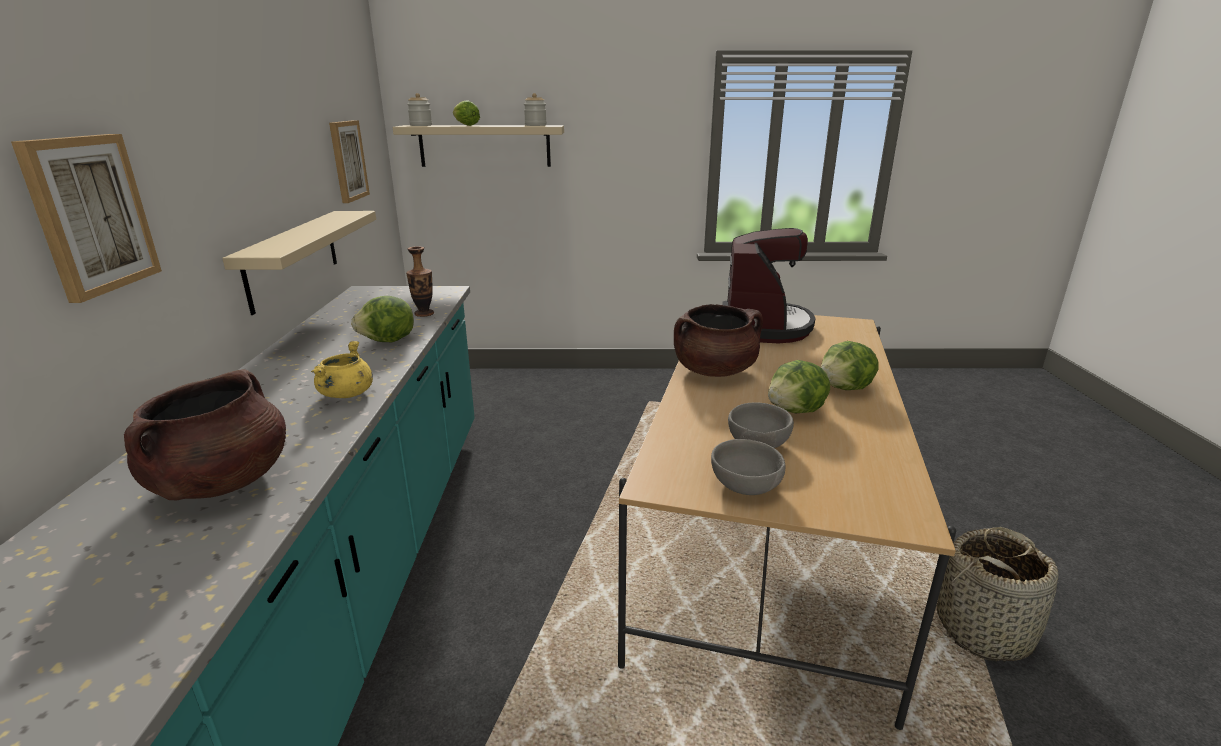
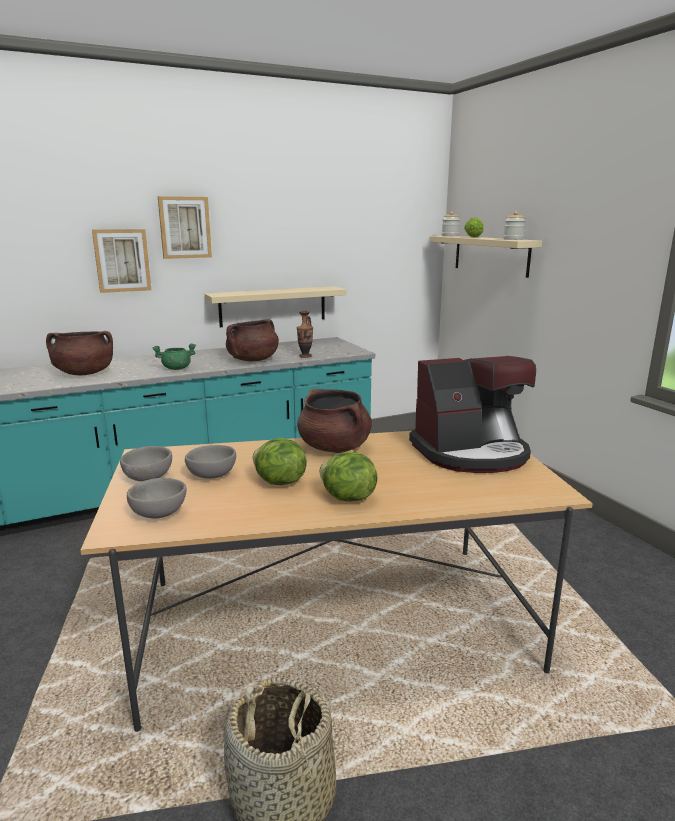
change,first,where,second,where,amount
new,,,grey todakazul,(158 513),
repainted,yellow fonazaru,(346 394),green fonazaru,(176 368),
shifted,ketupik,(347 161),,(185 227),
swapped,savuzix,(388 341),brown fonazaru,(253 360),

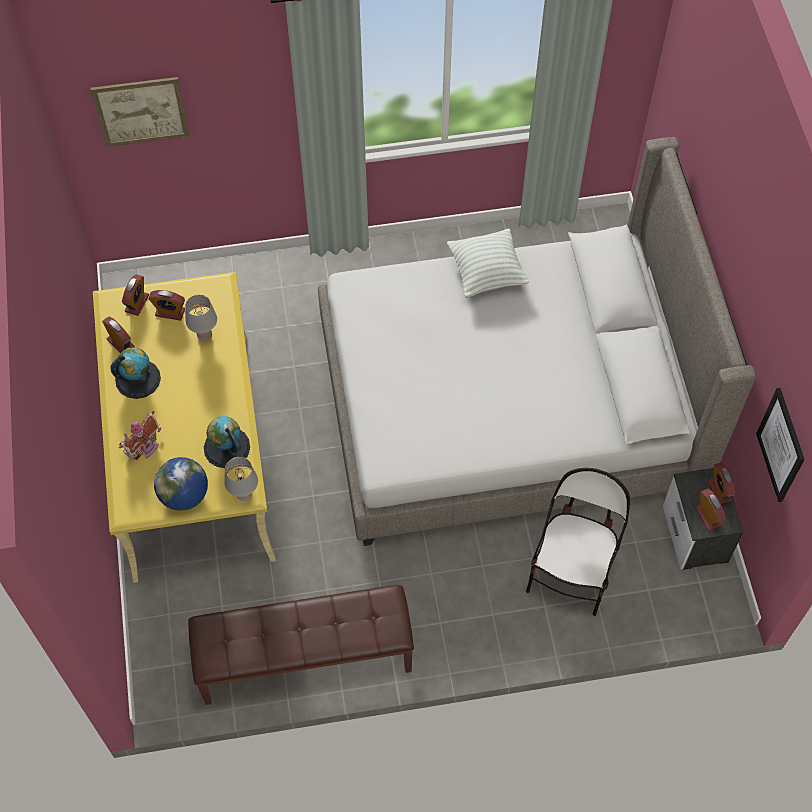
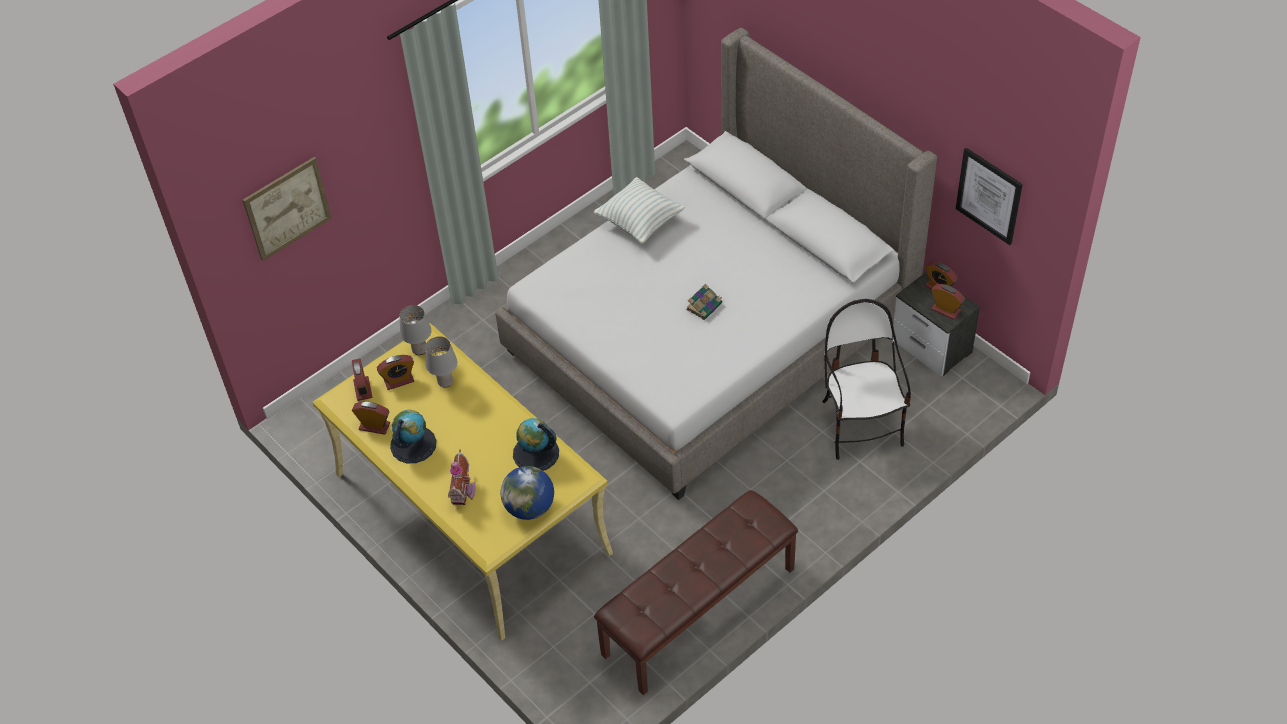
change,first,where,second,where,amount
shifted,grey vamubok,(244 495),,(420 350),
new,,,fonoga,(704 306),

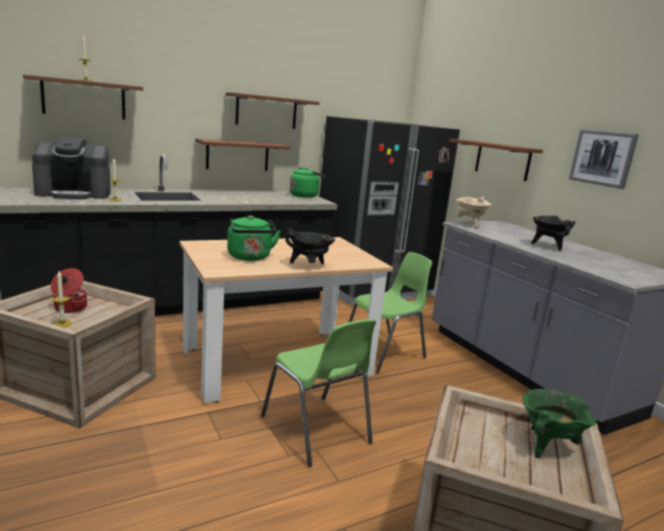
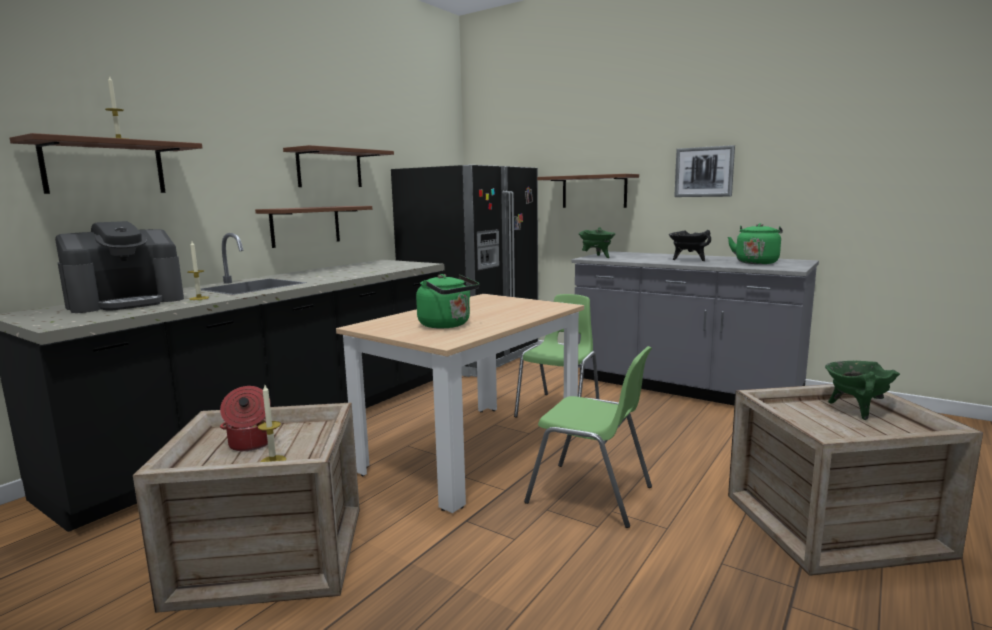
change,first,where,second,where,amount
repainted,beige fonazaru,(470 224),green fonazaru,(597 257),
shifted,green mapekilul,(305 196),,(756 262),
gone,black fonazaru,(309 266),,,

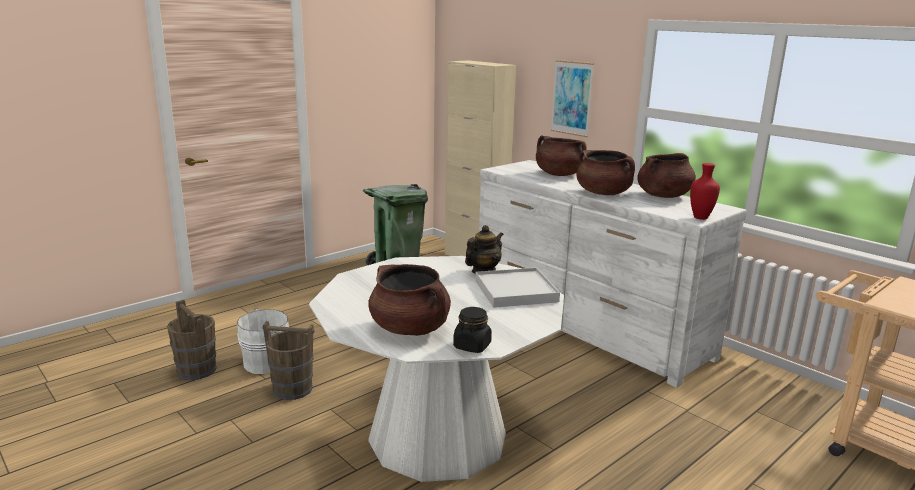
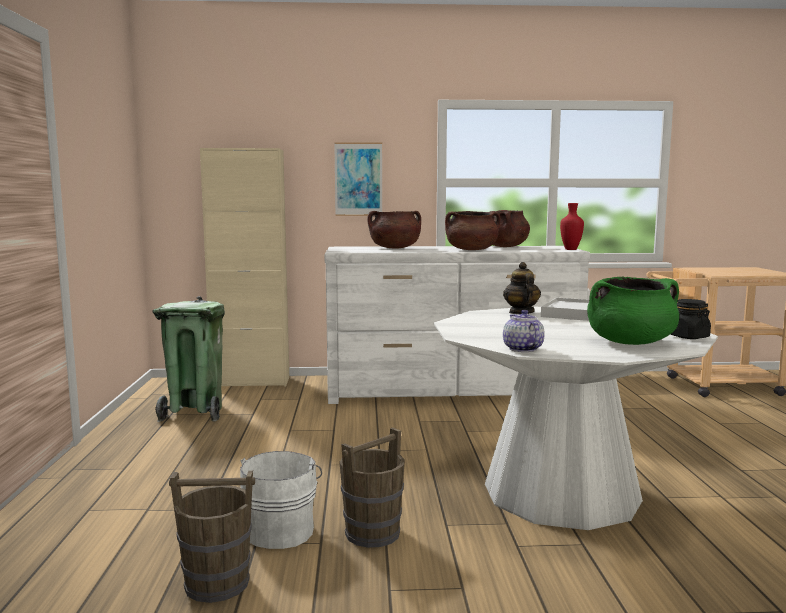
change,first,where,second,where,amount
new,,,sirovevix,(522 349),
repainted,brown fonazaru,(410 328),green fonazaru,(630 342),

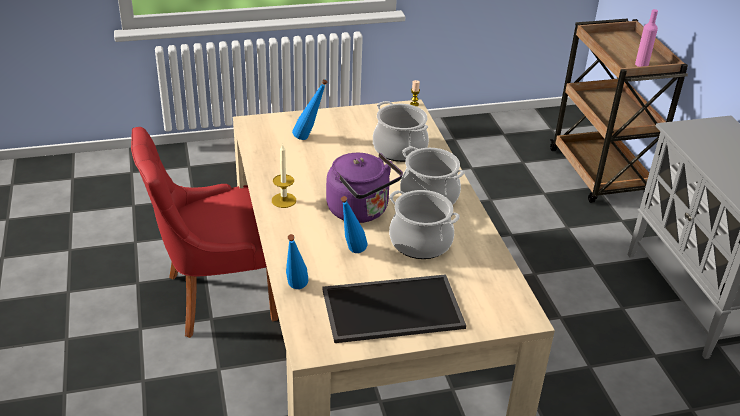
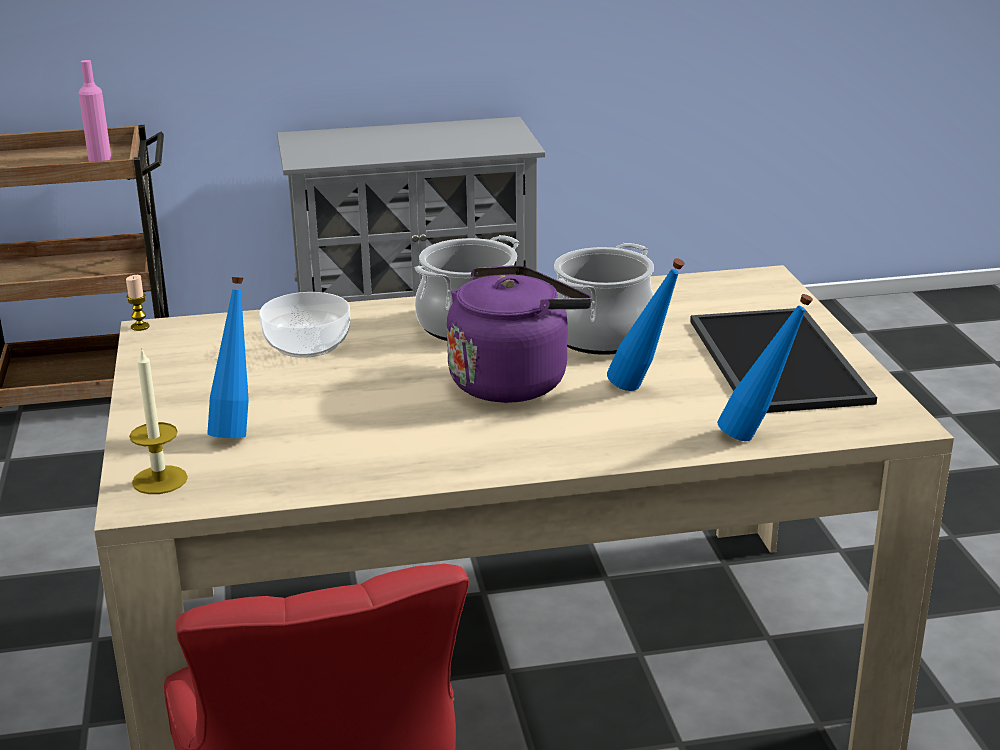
change,first,where,second,where,amount
shifted,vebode,(284 200),,(160 480),
swapped,fonazaru,(400 149),todakazul,(307 343),

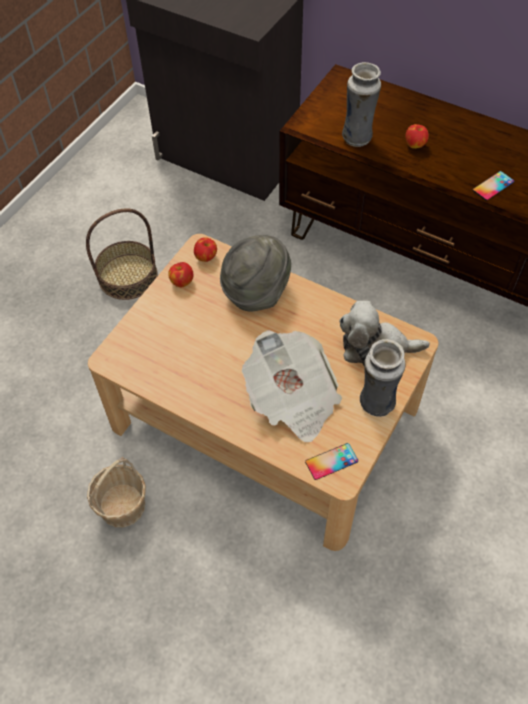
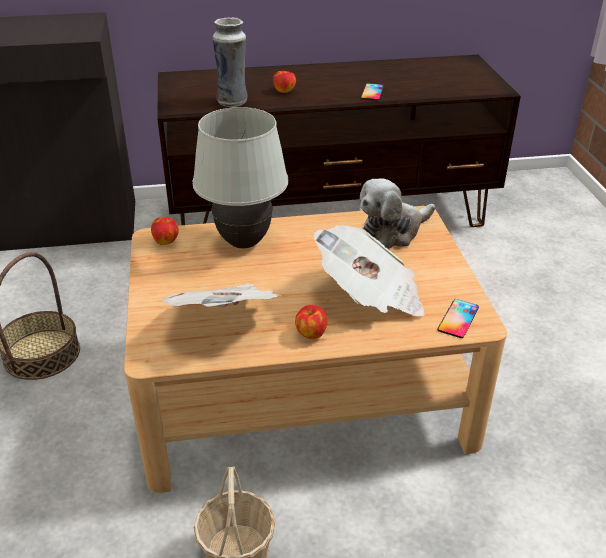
change,first,where,second,where,amount
new,,,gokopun,(226 320),
swapped,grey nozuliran,(256 291),white vamubok,(244 243),
shifted,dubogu,(182 282),,(311 334),
gone,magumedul,(376 404),,,

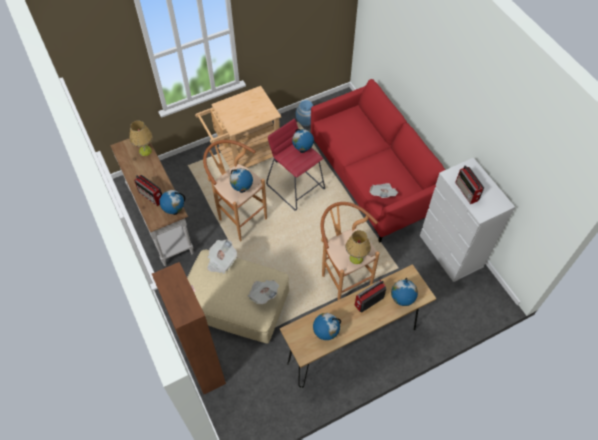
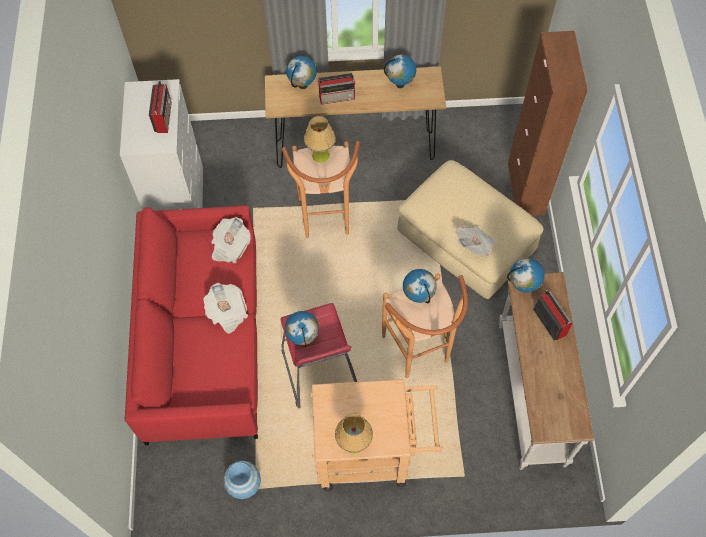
change,first,where,second,where,amount
shifted,gokopun,(263 294),,(227 313),
shifted,vamubok,(145 150),,(354 444),

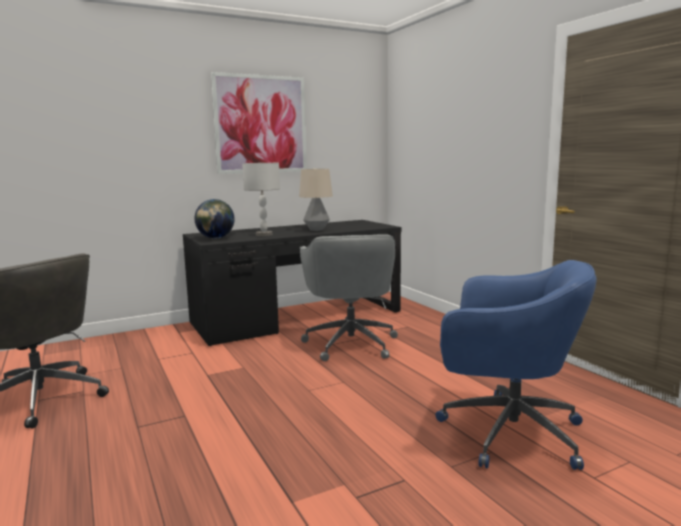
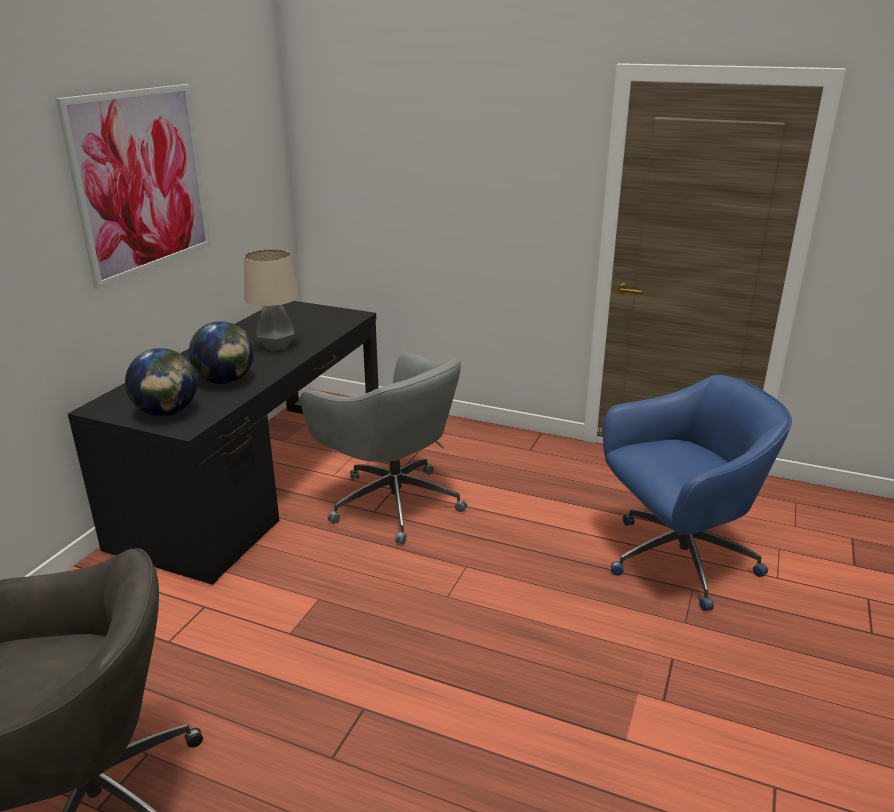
change,first,where,second,where,amount
swapped,grey vamubok,(264 234),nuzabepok,(225 381),

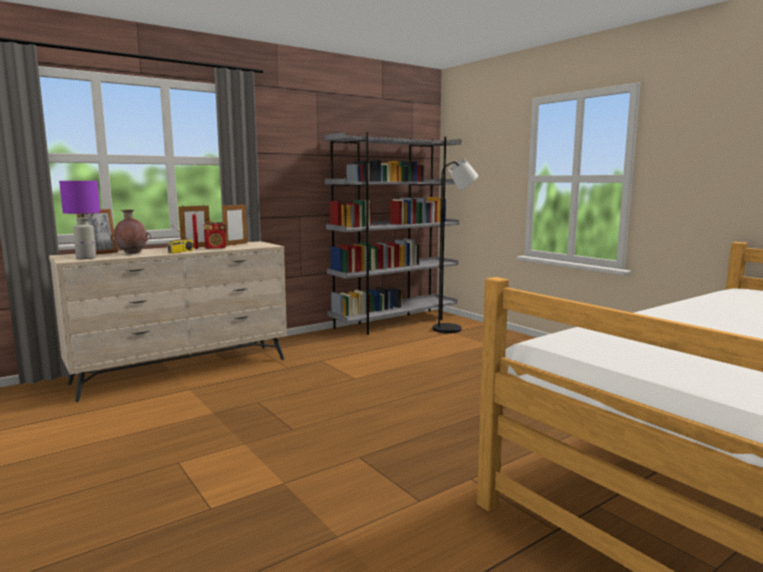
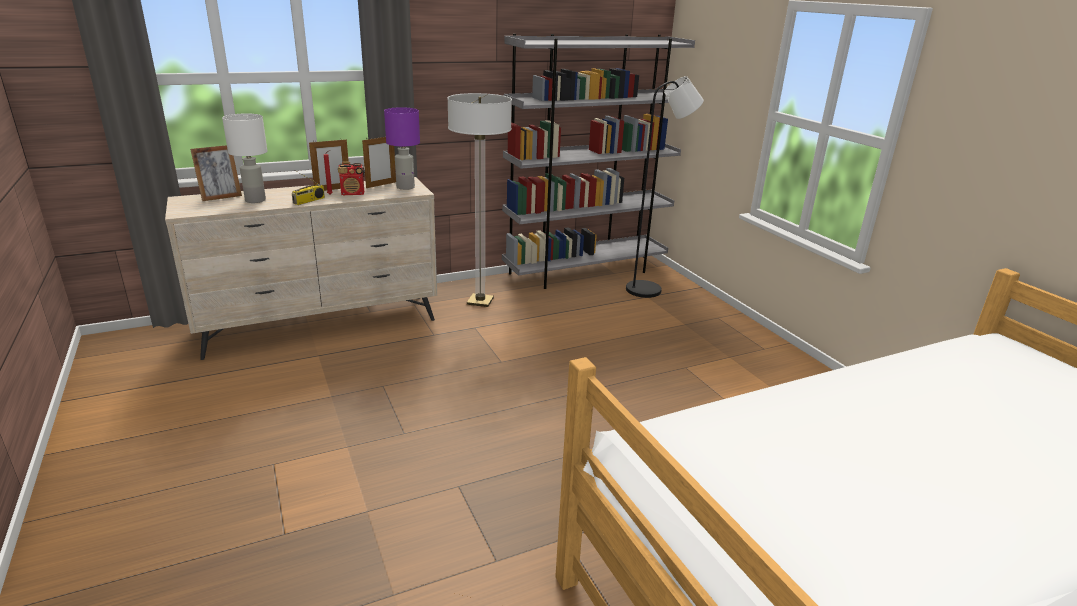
change,first,where,second,where,amount
swapped,brown magumedul,(132 253),white vamubok,(255 200),
shifted,purple vamubok,(87 258),,(406 187),
new,,,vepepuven,(480 301),

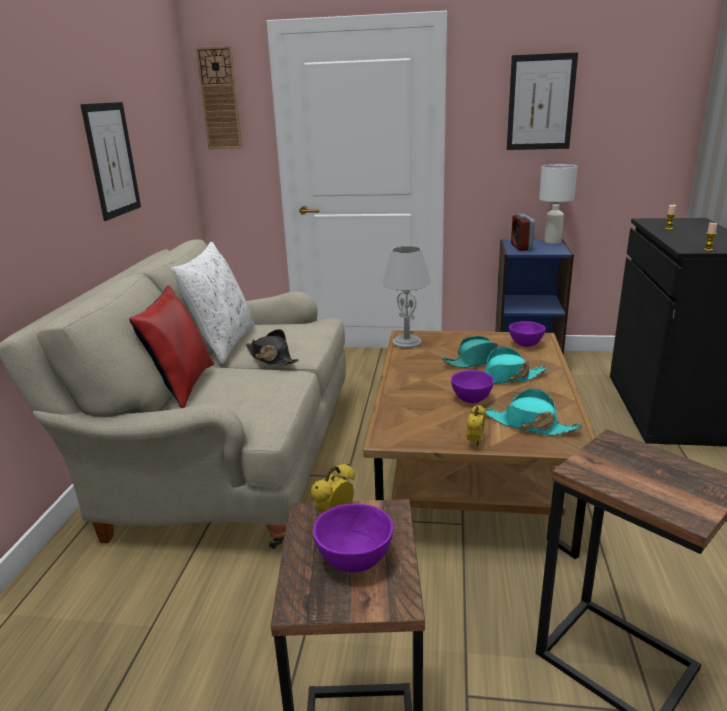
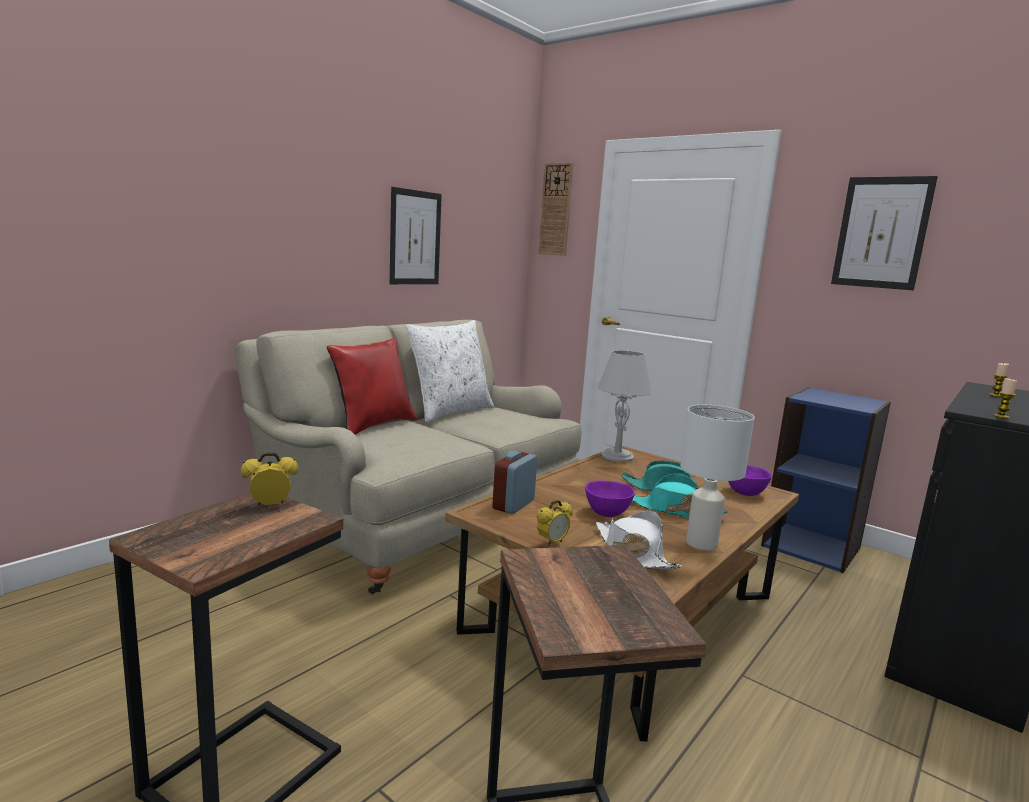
change,first,where,second,where,amount
shifted,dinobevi,(521 247),,(513 504),
repainted,turquoise nozuliran,(530 425),white nozuliran,(633 551),
shifted,white vamubok,(553 241),,(702 544),
gone,black nozuliran,(271 358),,,
gone,purple todakazul,(353 560),,,

